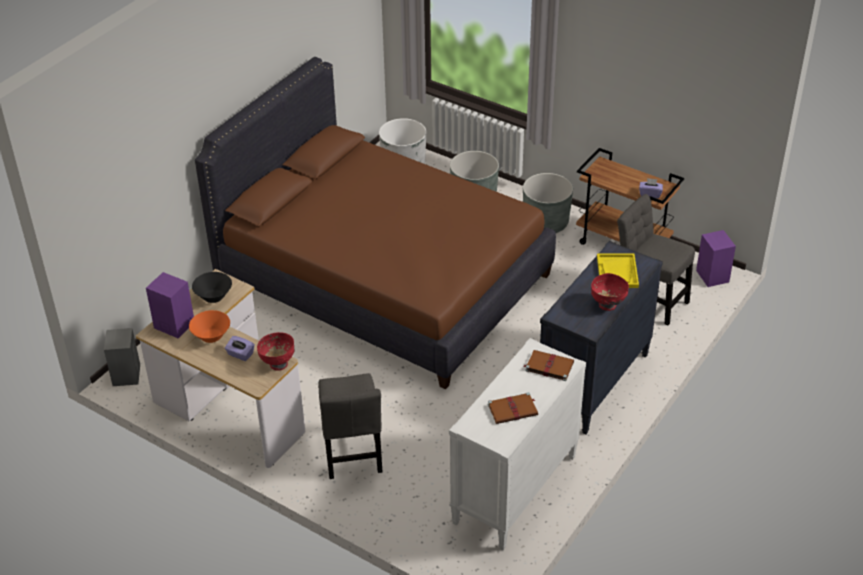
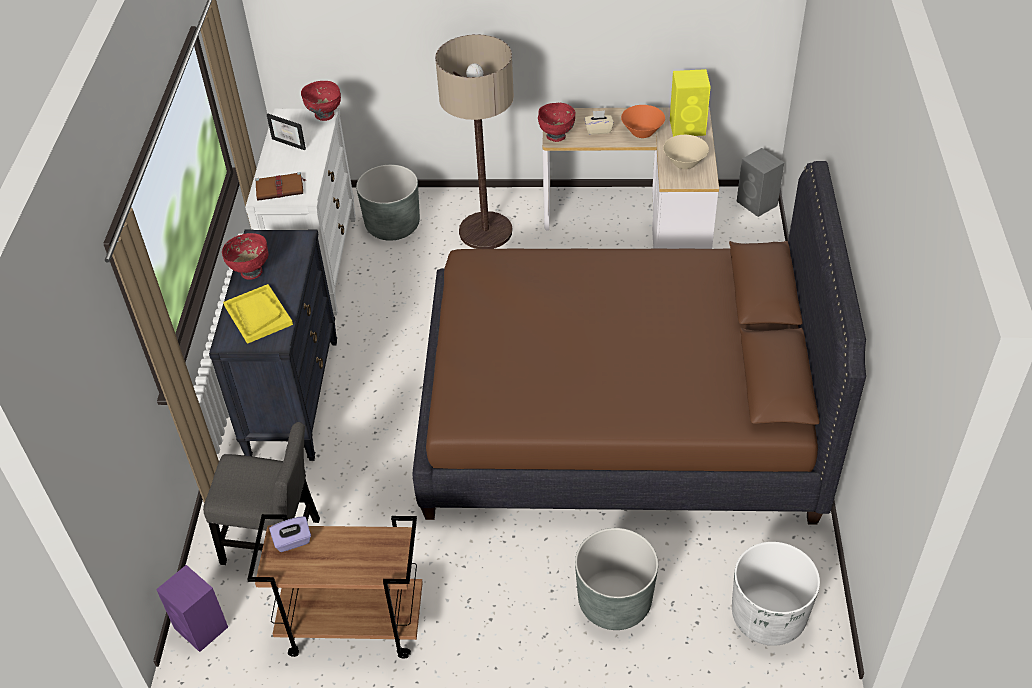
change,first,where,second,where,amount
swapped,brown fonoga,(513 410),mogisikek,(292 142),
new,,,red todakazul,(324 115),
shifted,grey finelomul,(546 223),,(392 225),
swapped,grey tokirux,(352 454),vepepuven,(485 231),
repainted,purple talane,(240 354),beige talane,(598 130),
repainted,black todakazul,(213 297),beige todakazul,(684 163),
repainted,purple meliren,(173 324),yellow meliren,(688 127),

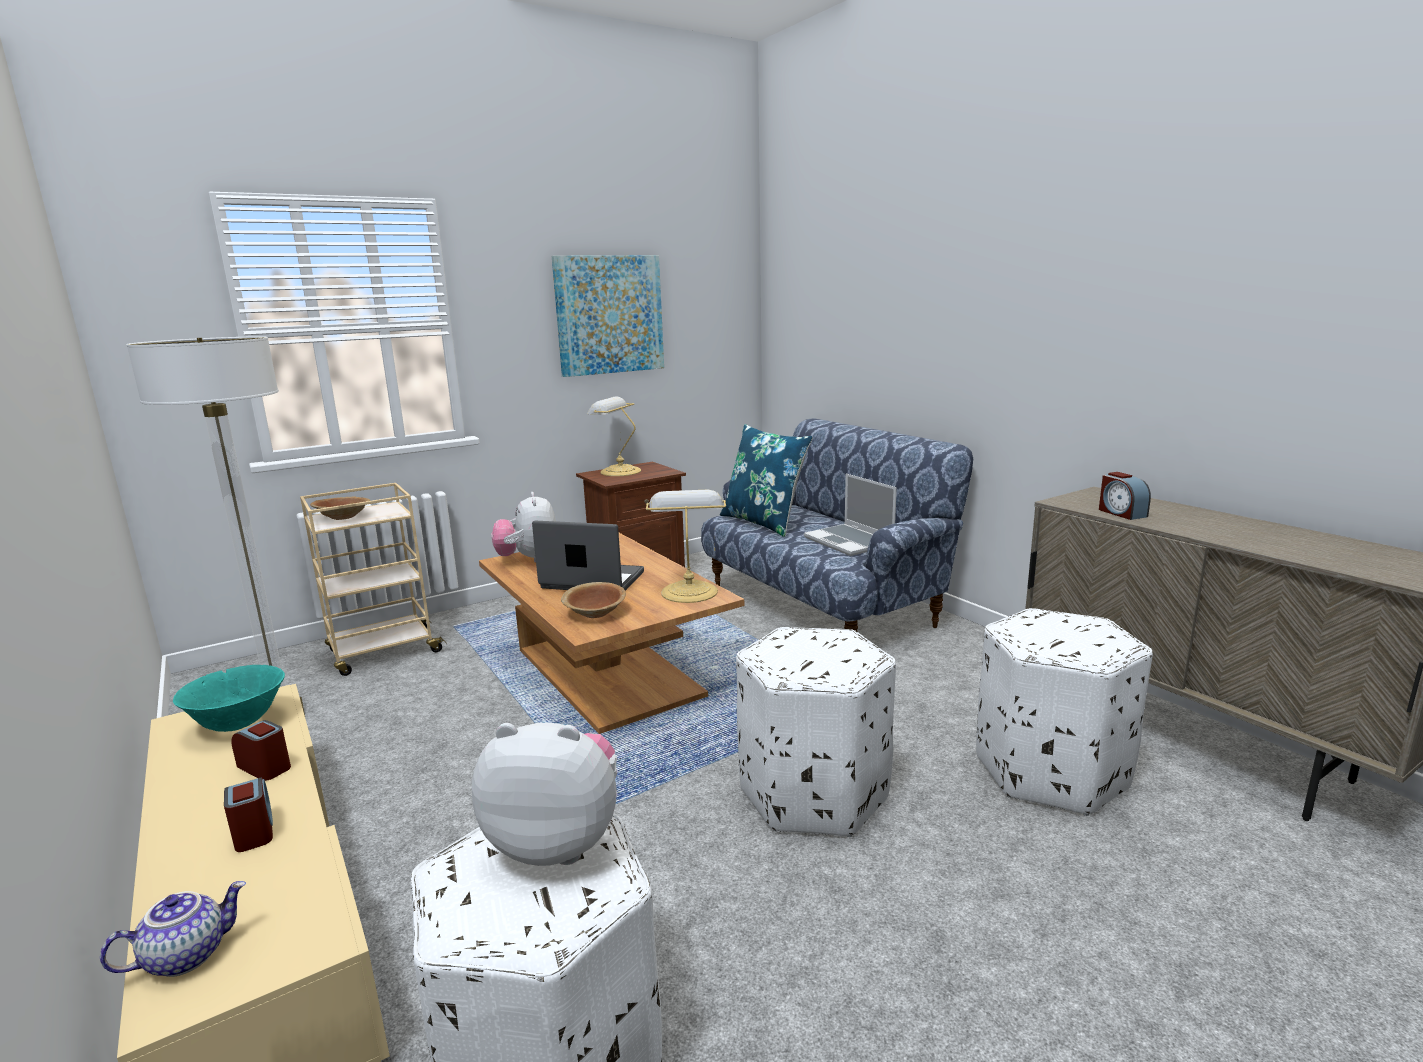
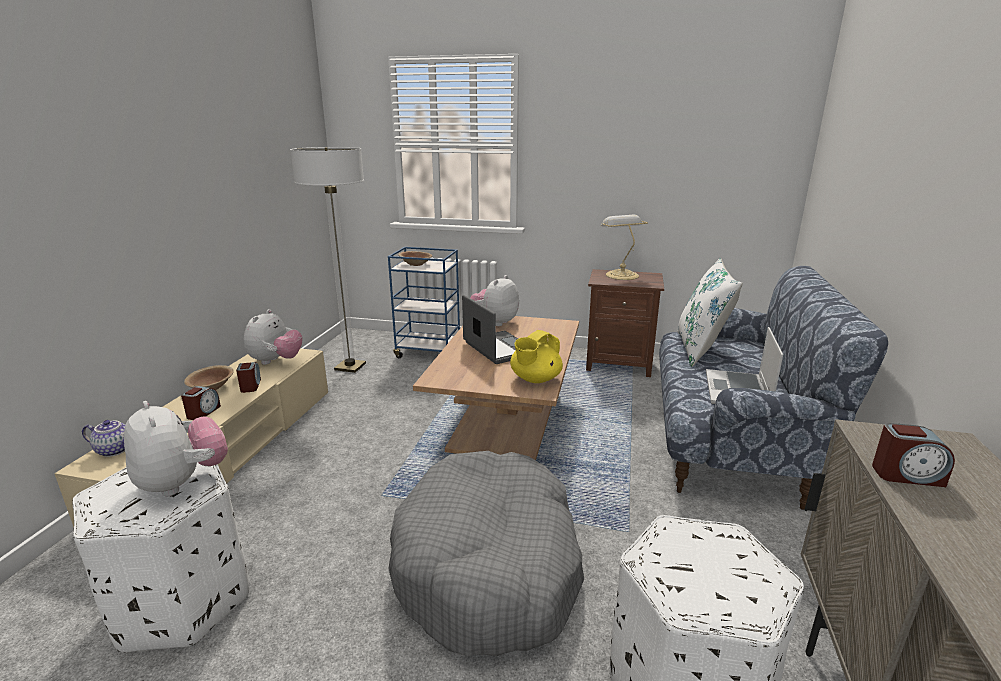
change,first,where,second,where,amount
shifted,brown todakazul,(595 613),,(211 387),
swapped,turquoise todakazul,(238 725),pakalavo,(276 361),
repainted,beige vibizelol,(383 652),blue vibizelol,(429 352),
swapped,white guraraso,(812 793),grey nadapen,(489 566),
swapped,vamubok,(689 590),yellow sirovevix,(535 379),
repainted,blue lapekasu,(764 522),white lapekasu,(700 349),
rotated,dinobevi,(1121 513),,(906 475),105 degrees counterclockwise
gone,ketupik,(609 315),,,

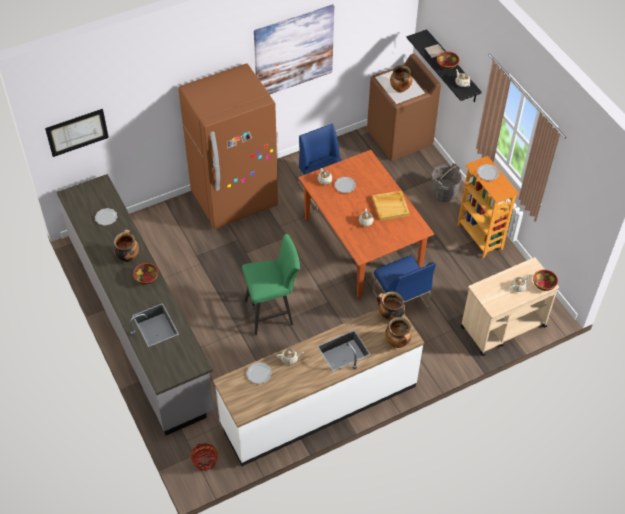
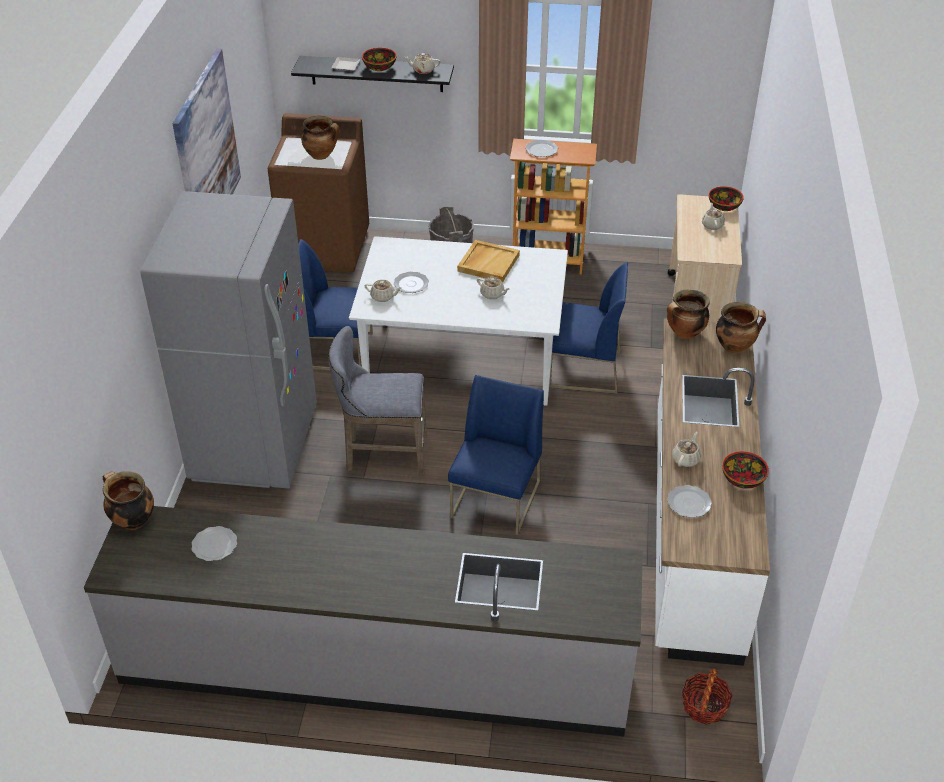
change,first,where,second,where,amount
shifted,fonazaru,(127 256),,(132 520),
repainted,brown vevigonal,(234 200),grey vevigonal,(255 444),
new,,,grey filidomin,(382 454),
repainted,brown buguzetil,(361 244),white buguzetil,(461 361),
swapped,green filidomin,(272 312),blue tokirux,(496 500),
shifted,todakazul,(146 278),,(743 479),
gone,ketupik,(77 132),,,

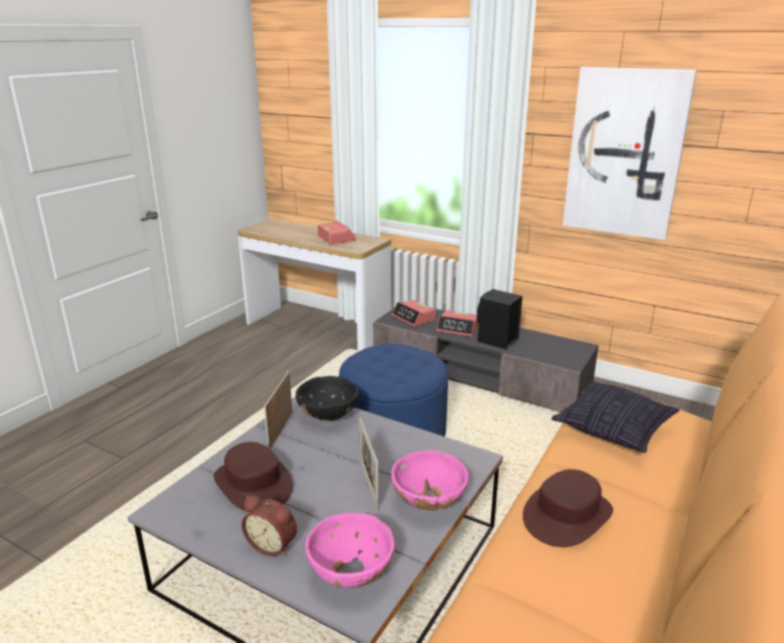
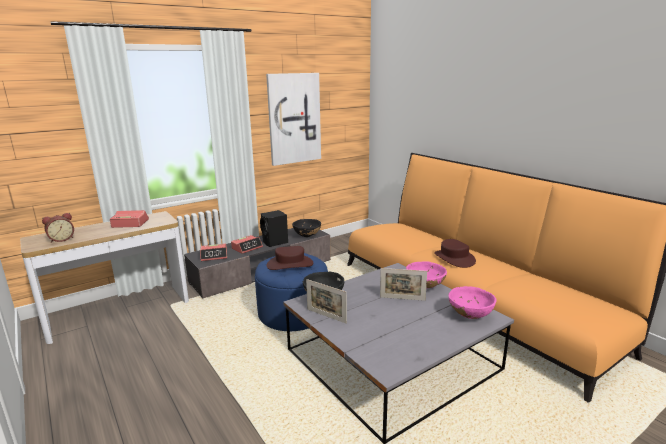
change,first,where,second,where,amount
shifted,dinobevi,(273 544),,(61 239),
shifted,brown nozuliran,(253 484),,(290 264),
new,,,black todakazul,(307 236),
gone,lapekasu,(613 429),,,

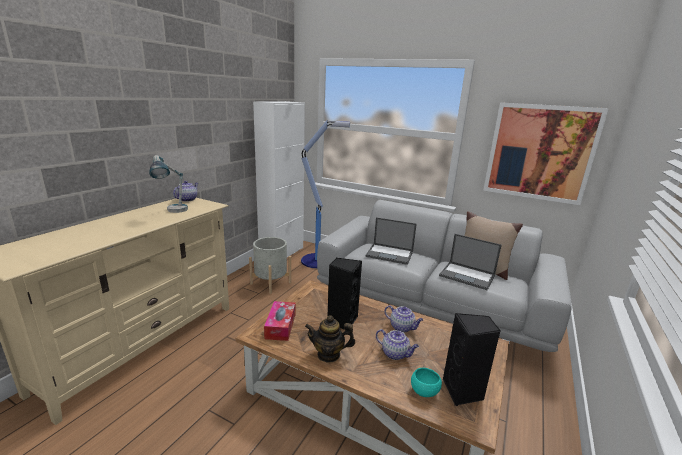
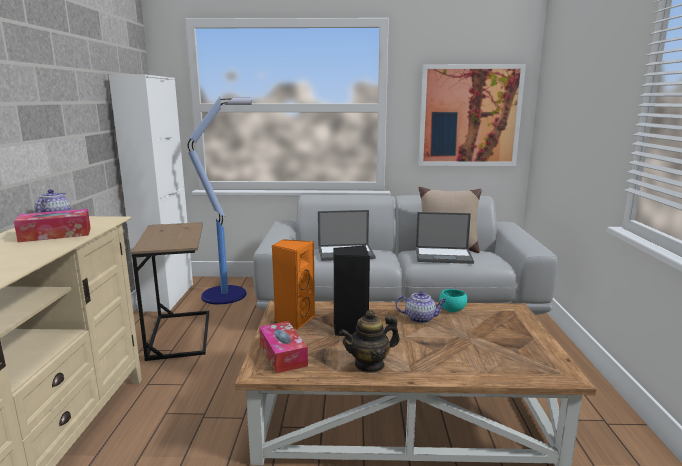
change,first,where,second,where,amount
swapped,vamubok,(173 212),talane,(56 234),
swapped,grey finelomul,(270 283),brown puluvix,(180 334),
new,,,orange meliren,(294 319),
shifted,turquoise todakazul,(424 392),,(452 310),
gone,sirovevix,(395 354),,,
gone,black meliren,(463 392),,,

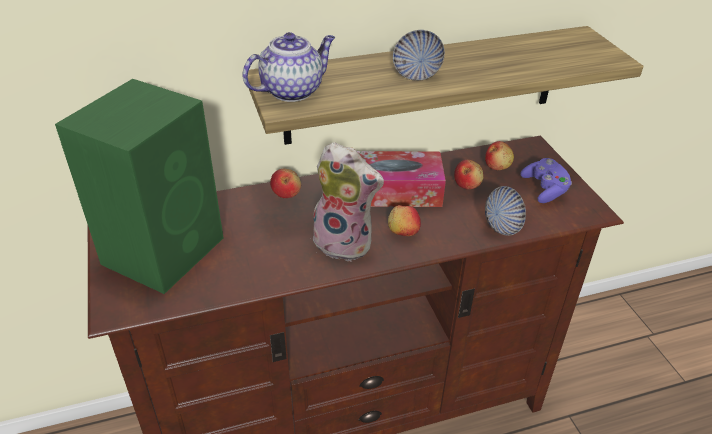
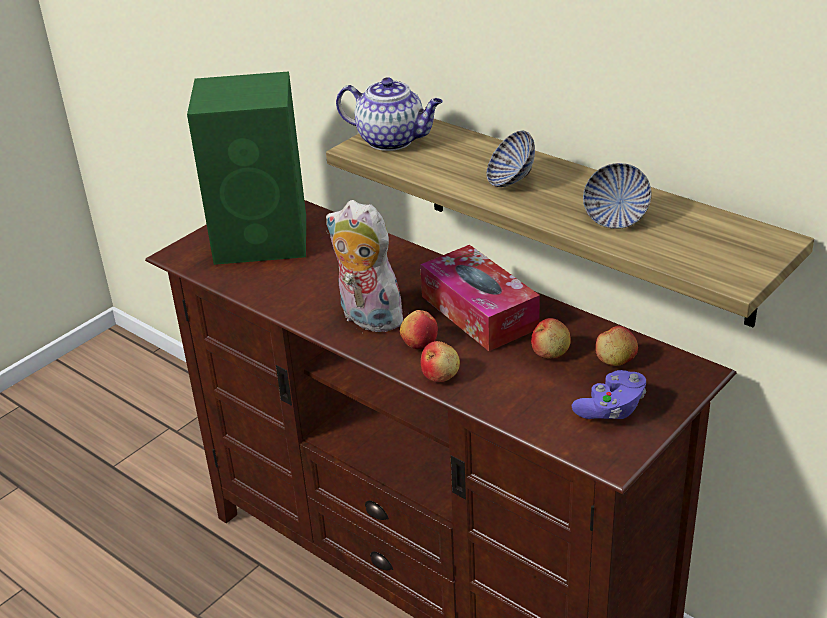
change,first,where,second,where,amount
rotated,pakalavo,(346 242),,(366 318),135 degrees clockwise
shifted,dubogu,(286 193),,(440 375),
shifted,todakazul,(502 225),,(615 218),

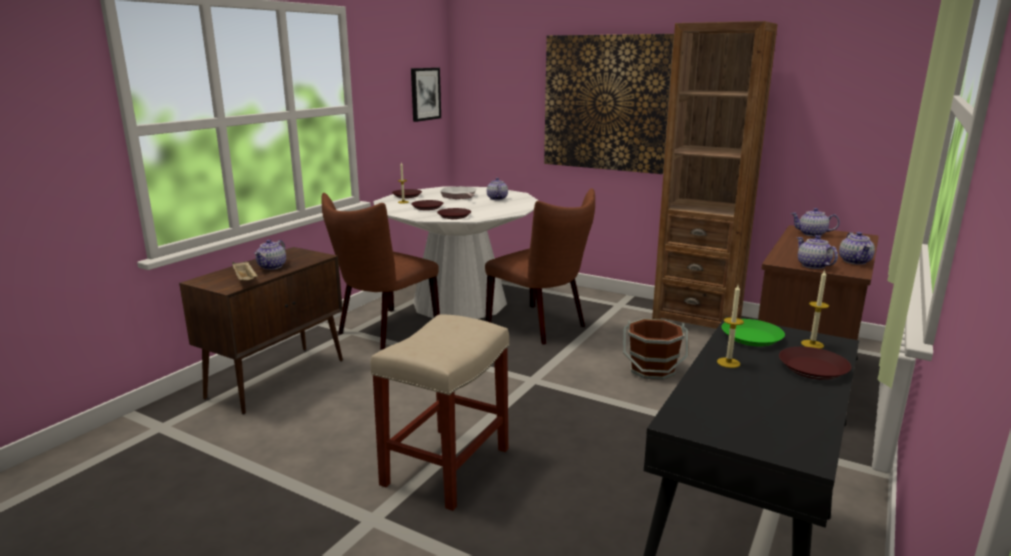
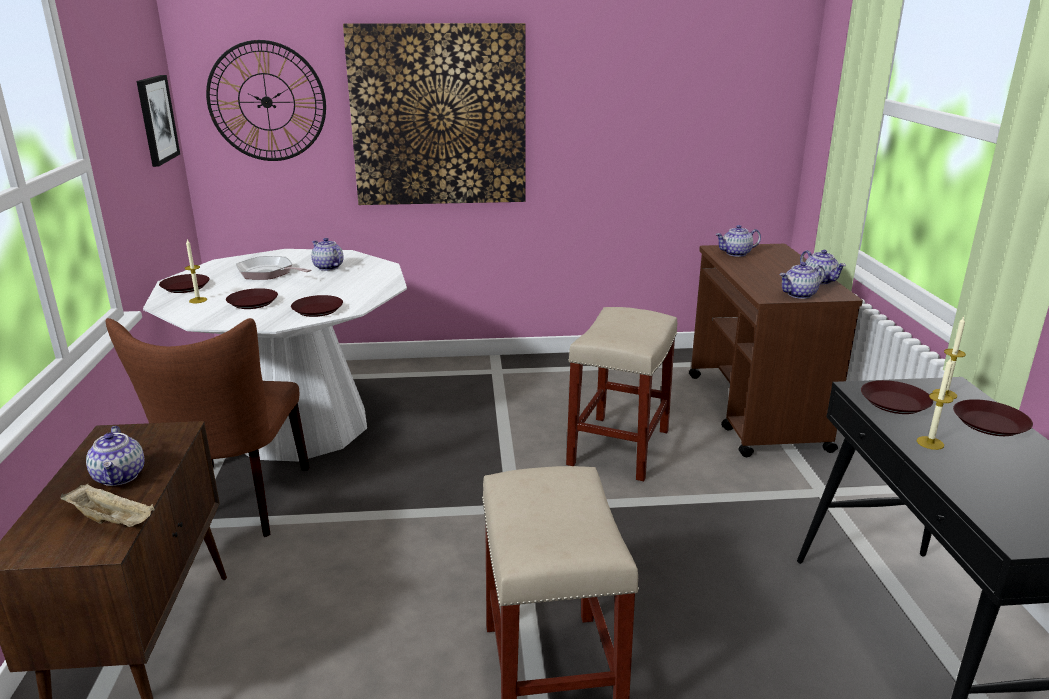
change,first,where,second,where,amount
new,,,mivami,(266 102),
swapped,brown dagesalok,(652 370),beige filidomin,(619 446),
rotated,sirovevix,(812 265),,(799 295),60 degrees counterclockwise
repainted,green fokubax,(751 337),brown fokubax,(894 403),
gone,brown tokirux,(541 326),,,
gone,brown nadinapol,(697 320),,,

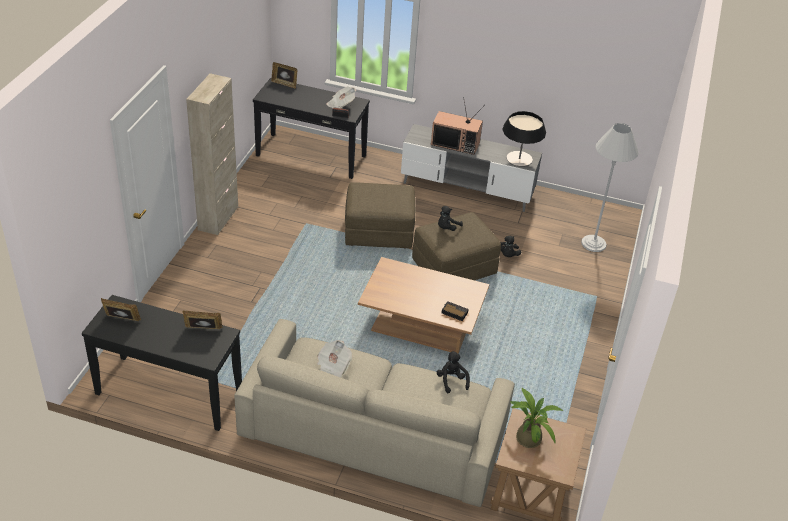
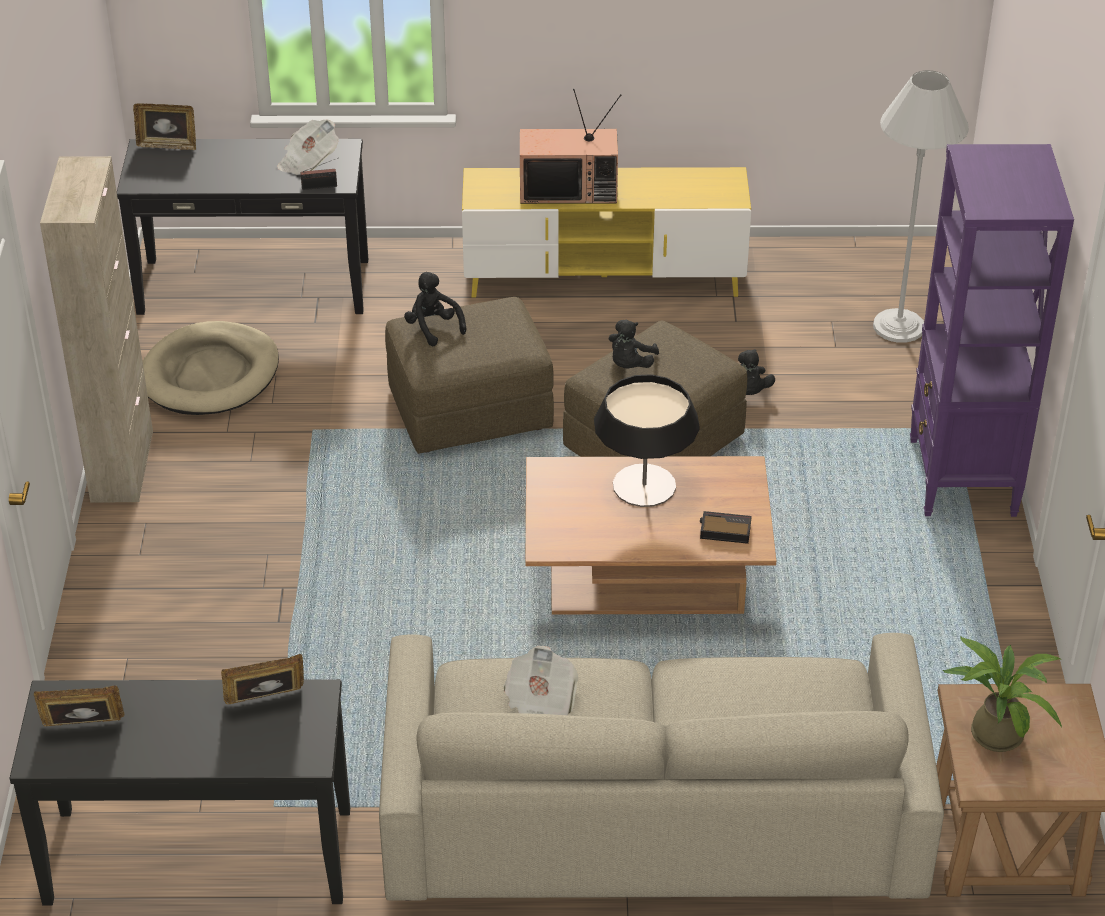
change,first,where,second,where,amount
new,,,beige nadapen,(210 374),
shifted,black pakalavo,(451 381),,(433 328),
repainted,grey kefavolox,(467 188),yellow kefavolox,(604 277),
shifted,vamubok,(519 159),,(644 485),
new,,,purple nadinapol,(962 478),

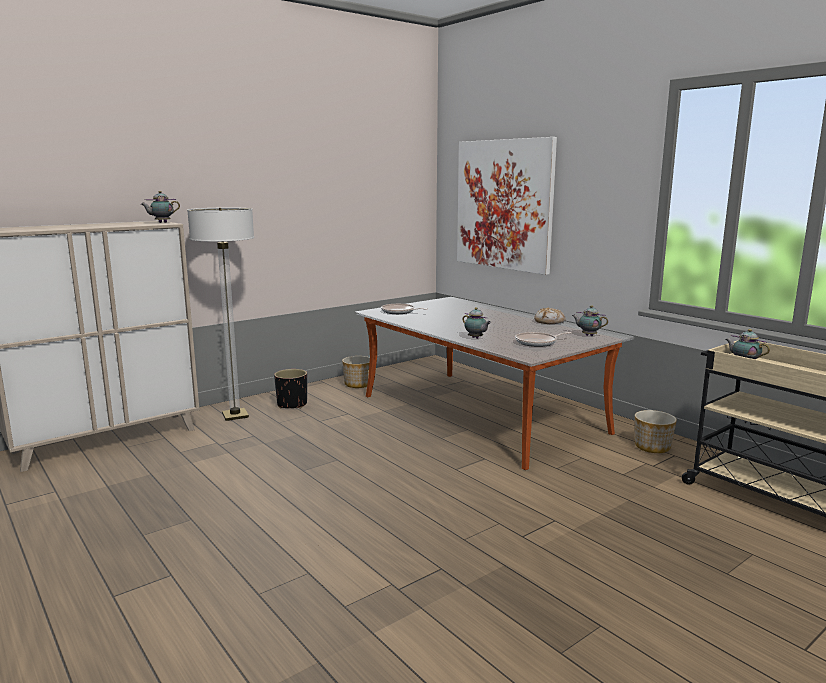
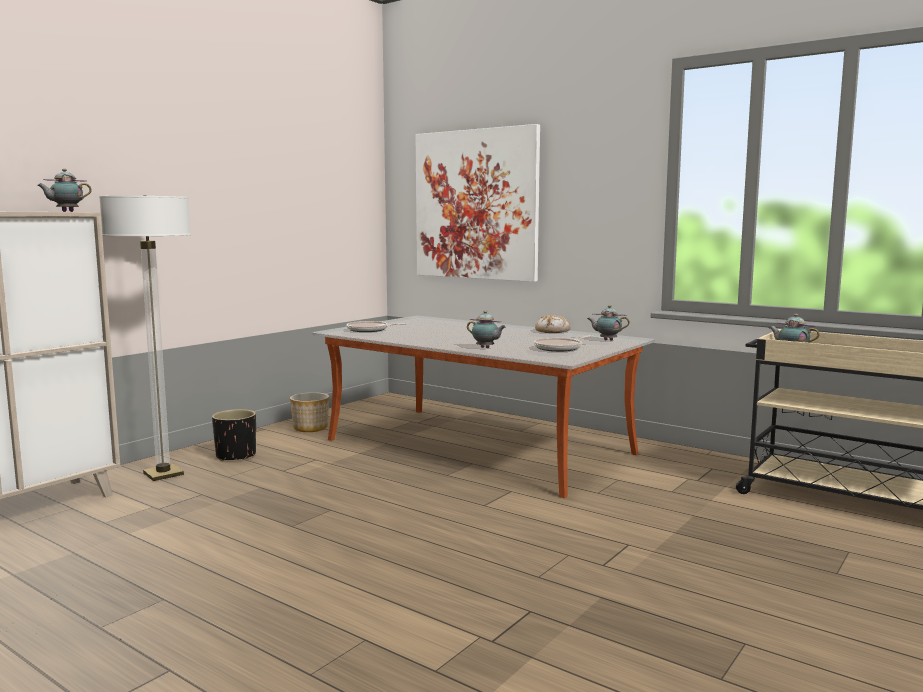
change,first,where,second,where,amount
gone,finelomul,(653 447),,,

